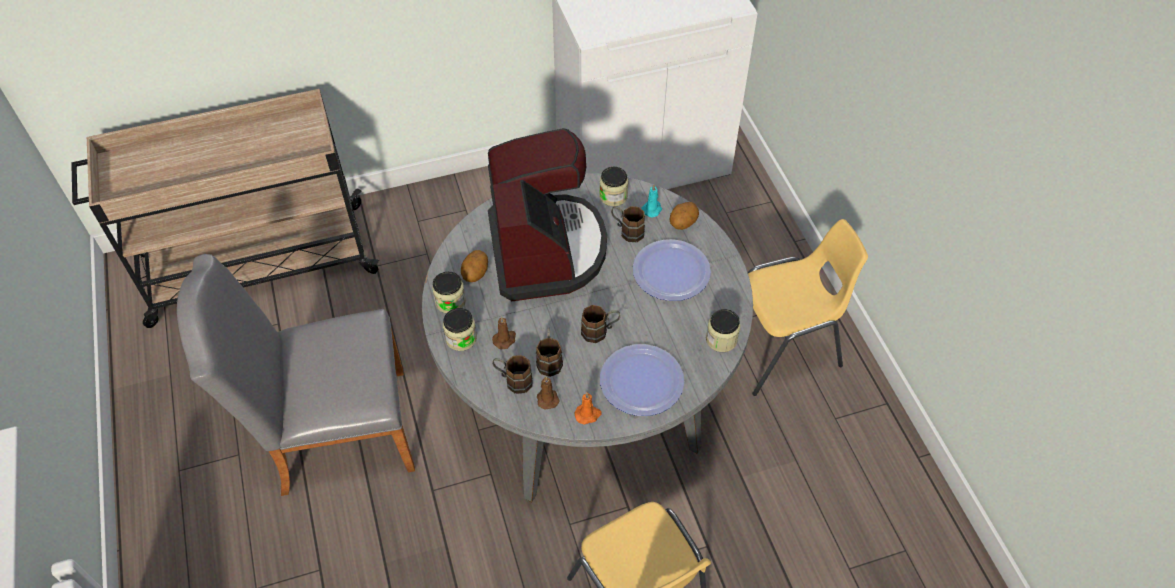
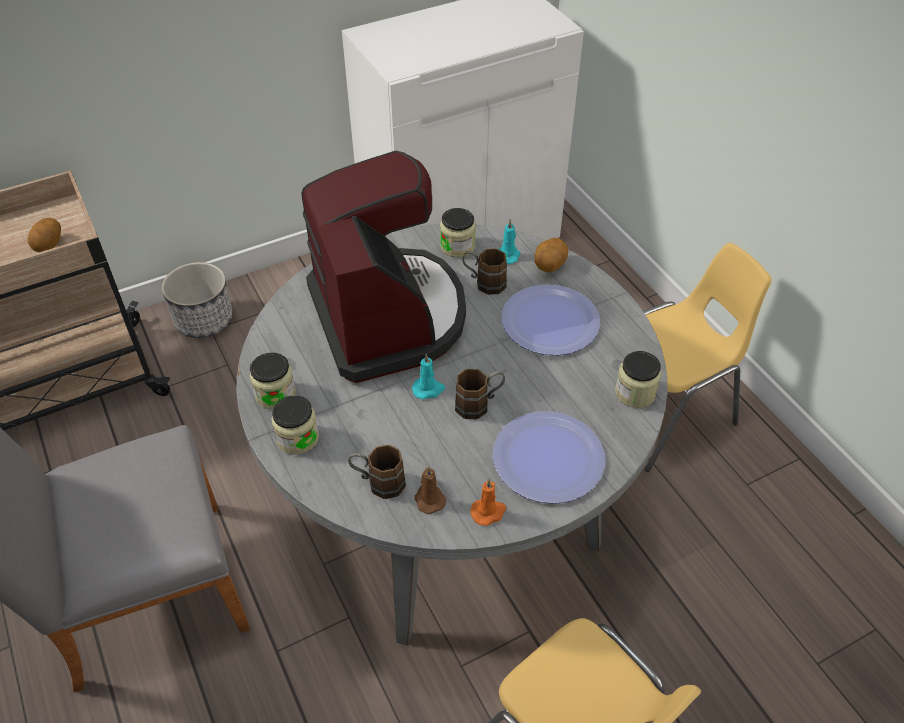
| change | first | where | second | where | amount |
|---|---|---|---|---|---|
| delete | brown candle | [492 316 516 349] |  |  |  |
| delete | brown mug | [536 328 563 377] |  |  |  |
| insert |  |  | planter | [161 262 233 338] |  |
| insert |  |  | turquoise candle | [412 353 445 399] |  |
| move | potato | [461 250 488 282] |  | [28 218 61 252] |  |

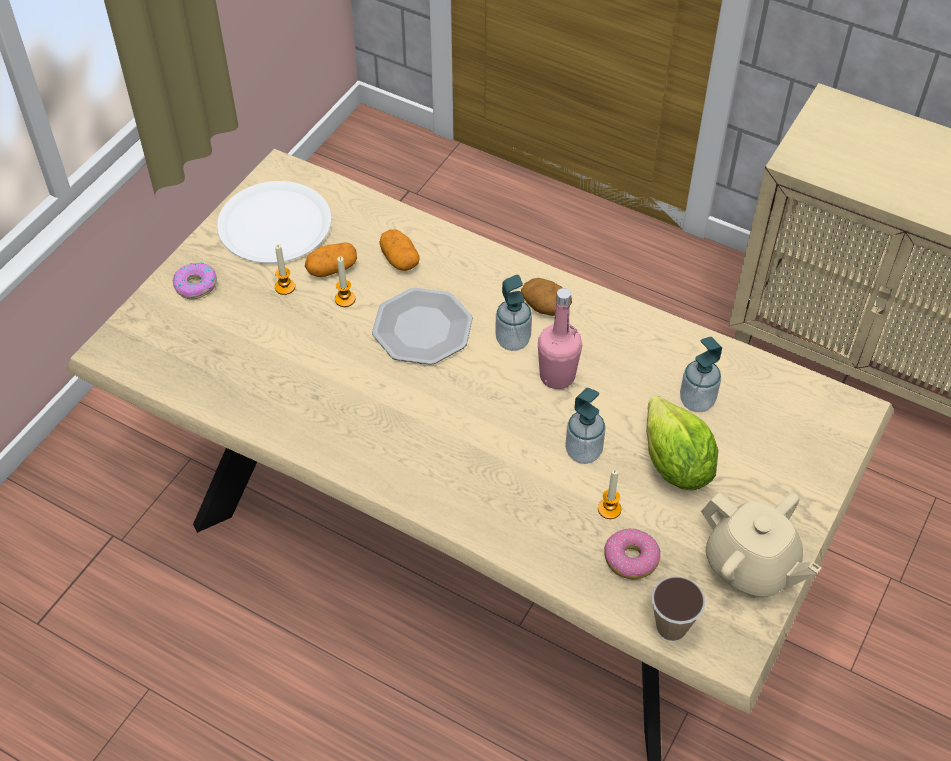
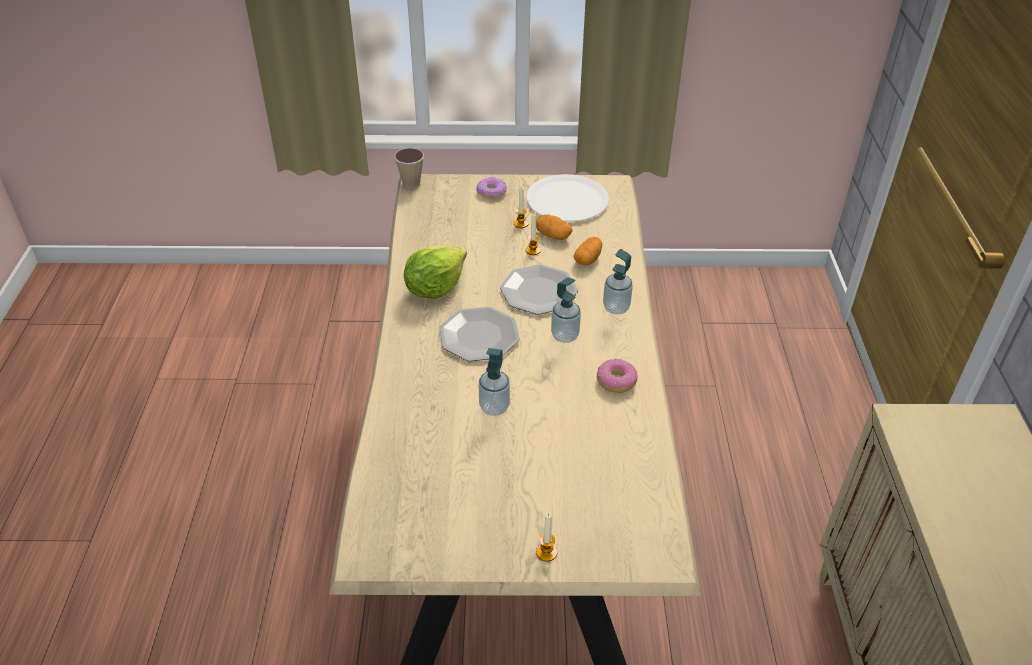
| change | first | where | second | where | amount |
|---|---|---|---|---|---|
| delete | potato | [521 278 572 316] |  |  |  |
| delete | pink bottle | [538 288 582 389] |  |  |  |
| delete | beige teapot | [701 493 821 598] |  |  |  |
| insert |  |  | plate | [439 307 520 361] |  |
| move | candle | [598 470 621 519] |  | [536 513 557 562] |  |
| move | donut | [604 528 660 580] |  | [597 359 638 393] |  |
| move | lettuce | [646 396 718 491] |  | [404 246 467 299] |  |
| move | cup | [651 576 706 641] |  | [394 148 424 188] |  |
| move | soap dispenser | [680 337 722 412] |  | [603 249 633 314] |  |

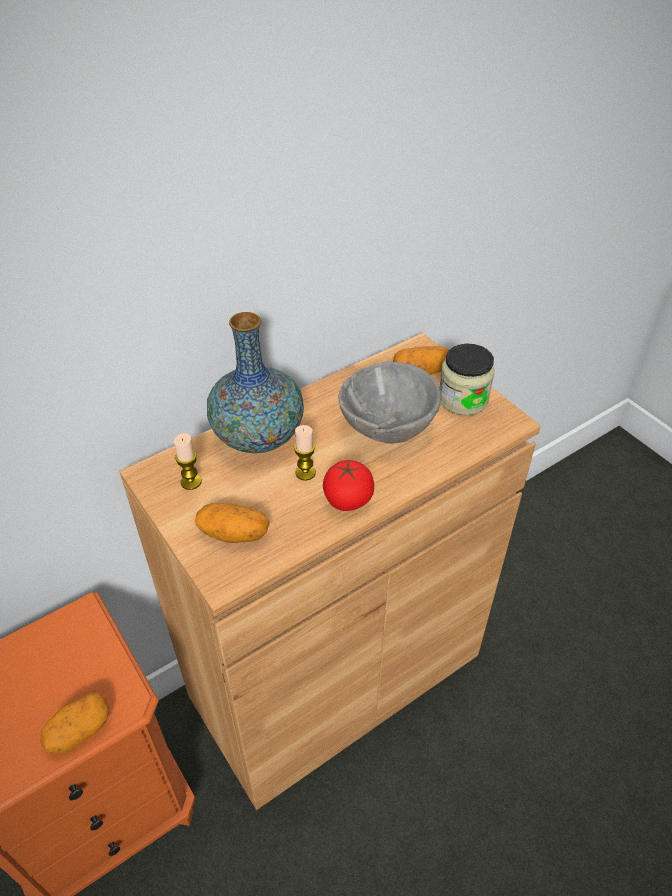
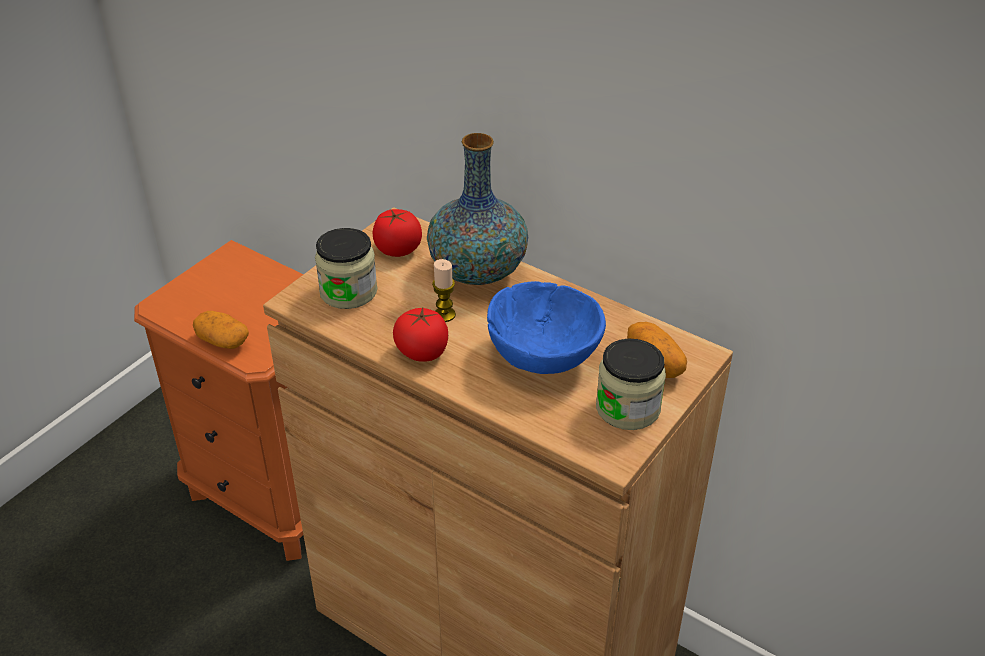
| change | first | where | second | where | amount |
|---|---|---|---|---|---|
| replace | candle | [174 433 201 490] | tomato | [372 209 422 257] |  |
| replace | potato | [195 503 270 543] | jar | [315 228 377 309] |  |
| recolor | grey bowl | [338 361 441 444] | blue bowl | [487 281 606 374] |  |

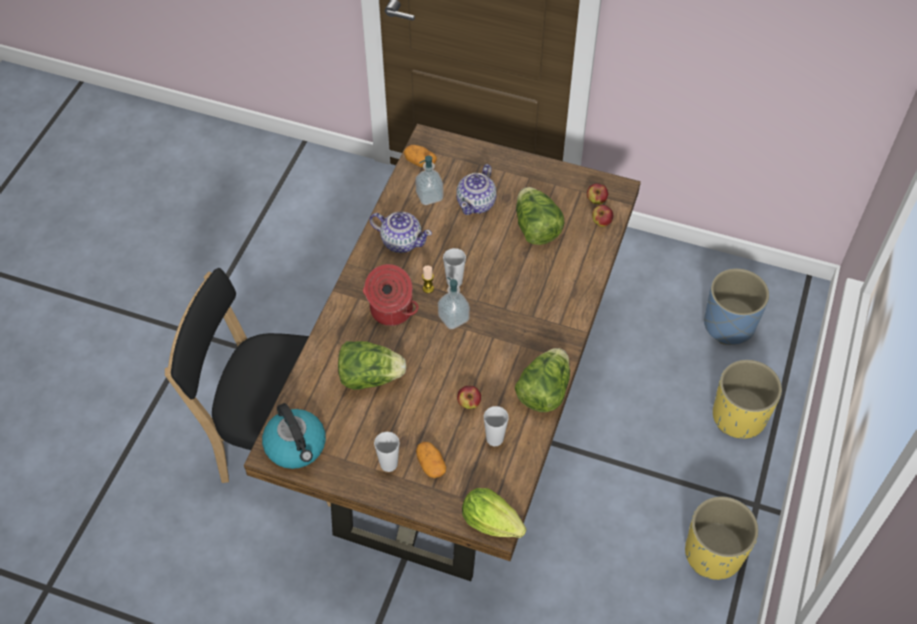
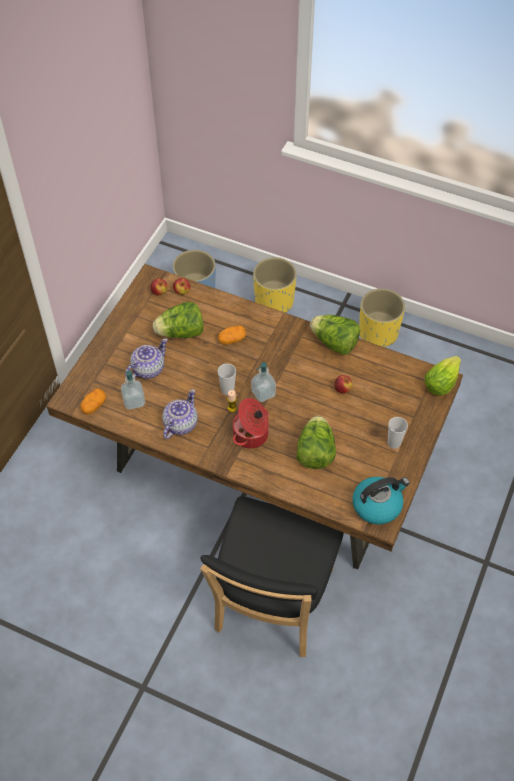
| change | first | where | second | where | amount |
|---|---|---|---|---|---|
| delete | cup | [484 406 509 446] |  |  |  |
| move | potato | [416 442 446 478] |  | [218 325 246 345] |  |
| rotate | teapot | [456 164 496 215] |  | [125 338 168 379] | 75 degrees counterclockwise |

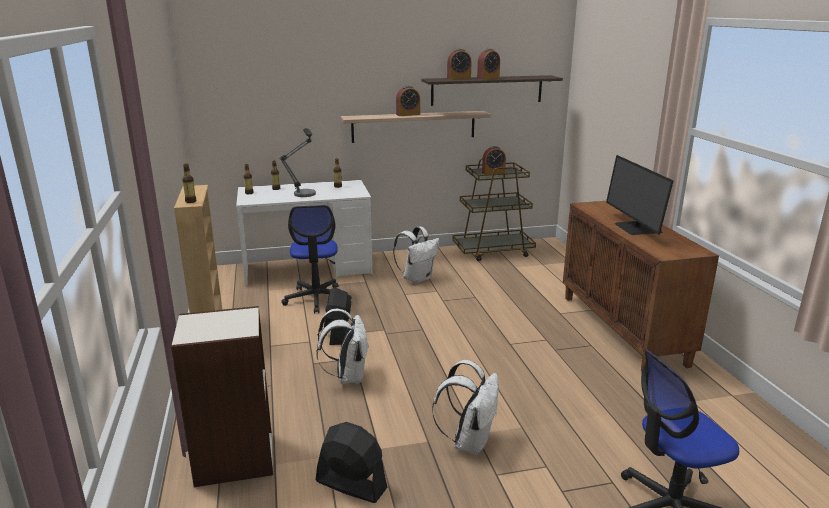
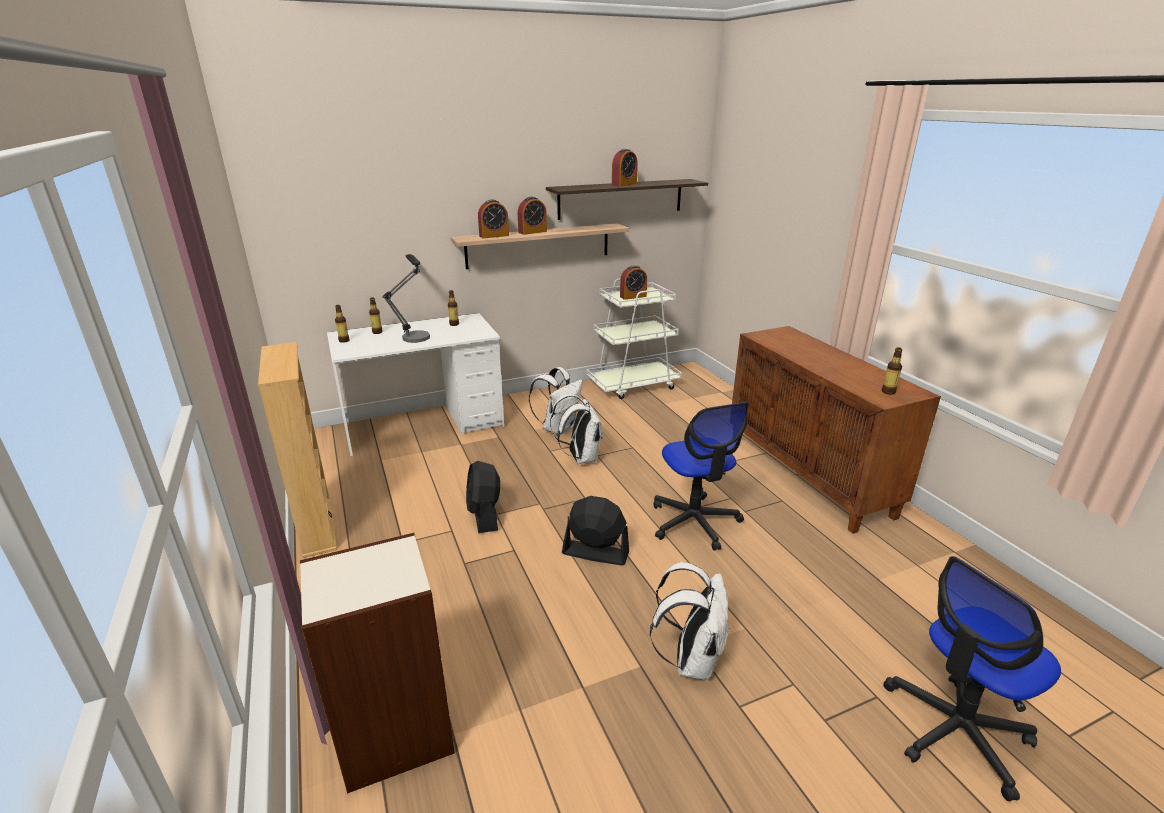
| change | first | where | second | where | amount |
|---|---|---|---|---|---|
| delete | monitor | [606 155 674 235] |  |  |  |
| move | bottle | [182 164 196 203] |  | [882 347 903 395] |  |
| move | office chair | [281 205 352 314] |  | [653 402 749 551] |  |
| move | white backpack | [316 309 369 384] |  | [550 394 603 464] |  |
| move | black fan | [316 422 387 503] |  | [562 496 629 565] |  |
| move | alarm clock | [447 49 472 79] |  | [478 199 509 238] |  |
| recolor | brown cart | [452 158 536 261] | white cart | [586 278 682 399] |  |

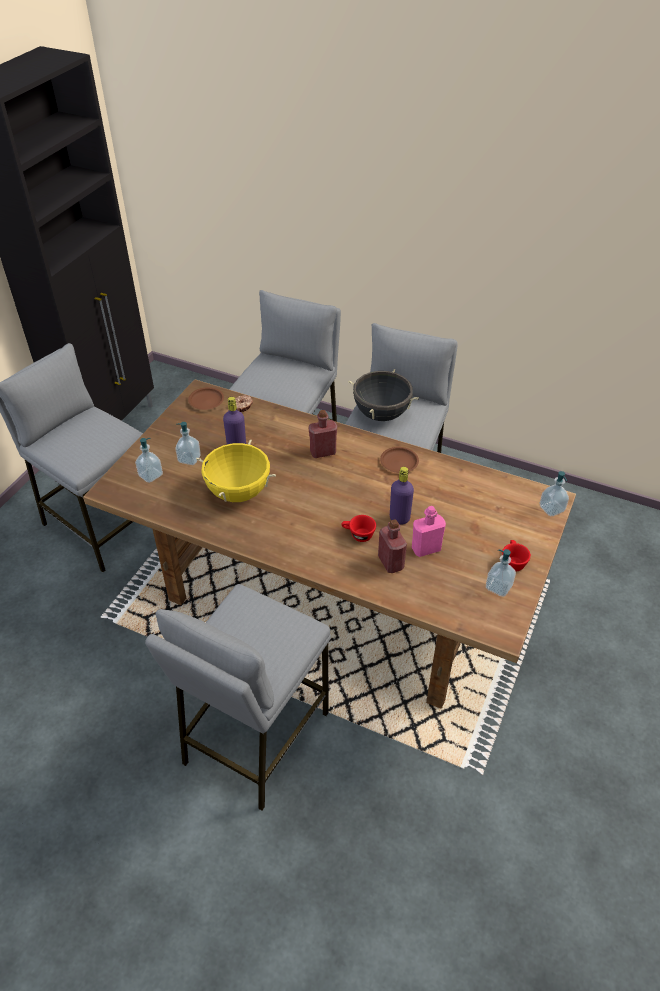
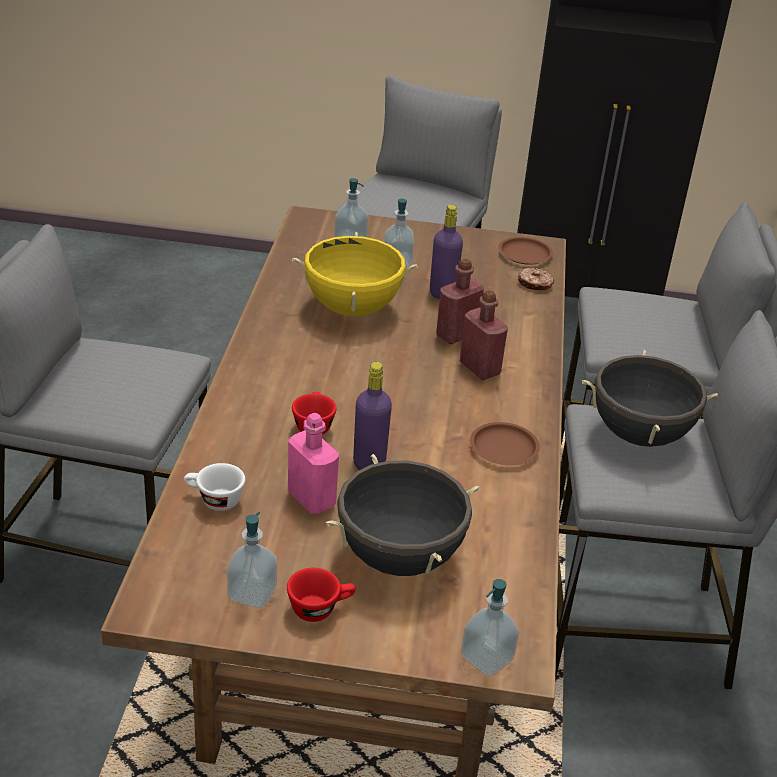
| change | first | where | second | where | amount |
|---|---|---|---|---|---|
| insert |  |  | white cup | [184 463 245 511] |  |
| insert |  |  | black cooking pot | [326 454 480 576] |  |
| move | red bottle | [378 519 407 573] |  | [436 259 484 344] |  |

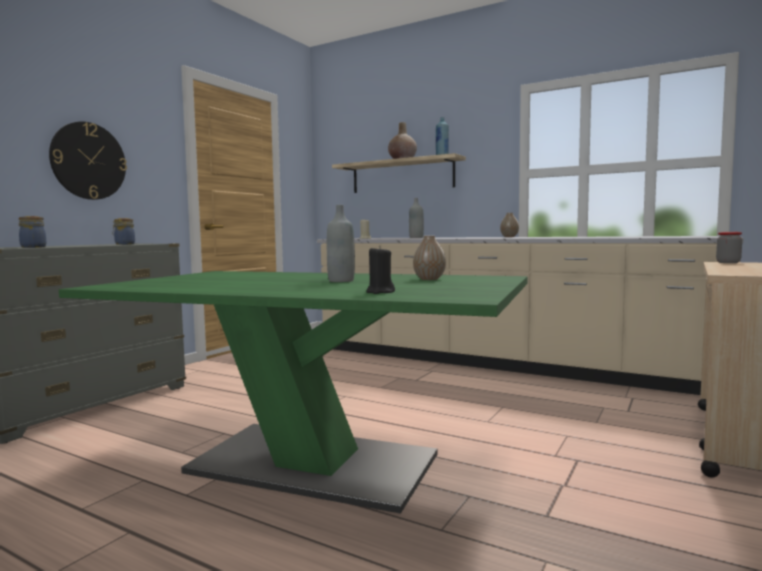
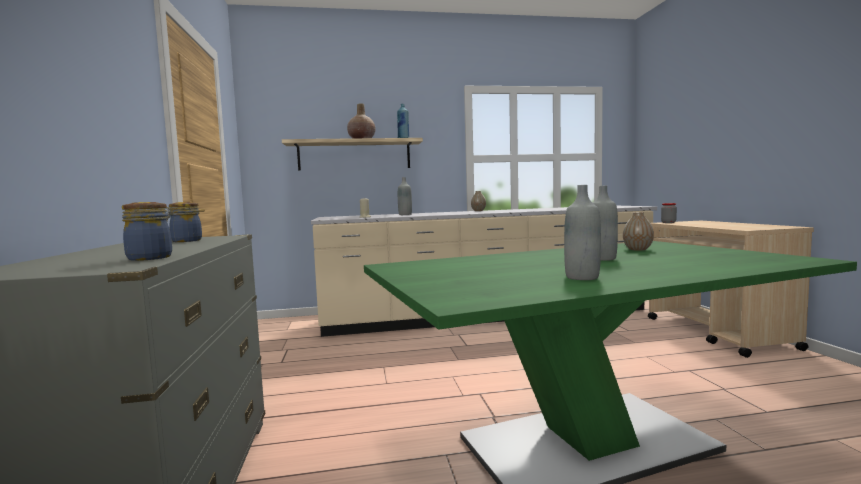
| change | first | where | second | where | amount |
|---|---|---|---|---|---|
| delete | wall clock | [49 121 127 200] |  |  |  |
| delete | black candle | [366 246 395 294] |  |  |  |
| insert |  |  | grey bottle | [564 185 601 280] |  |

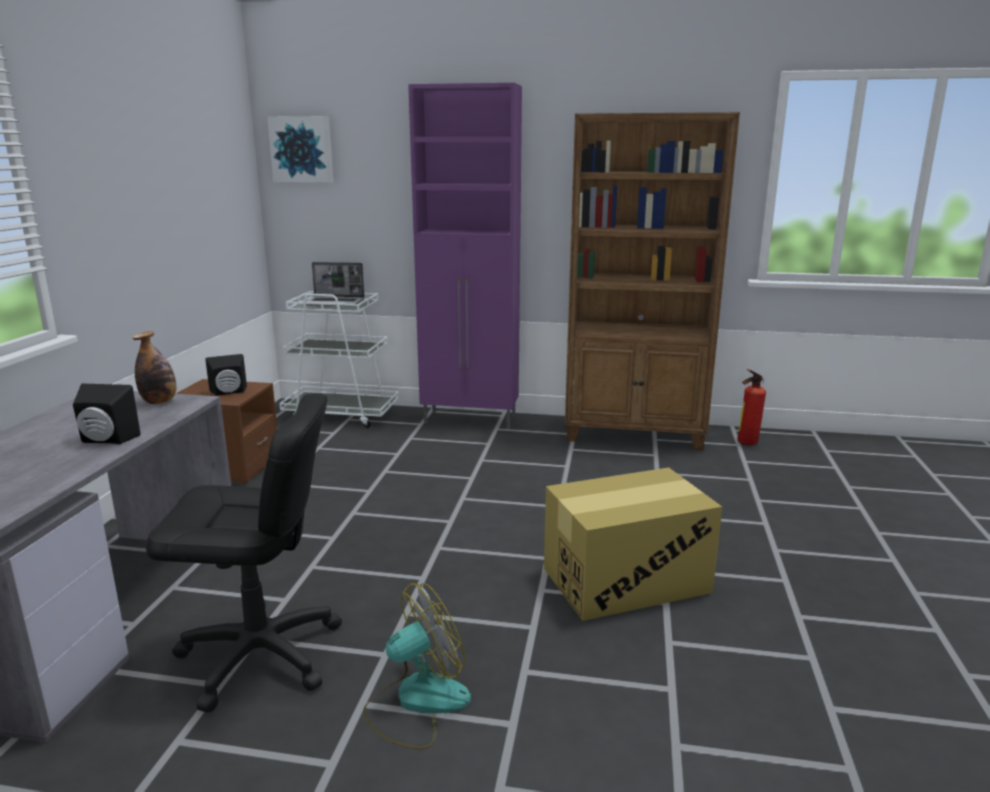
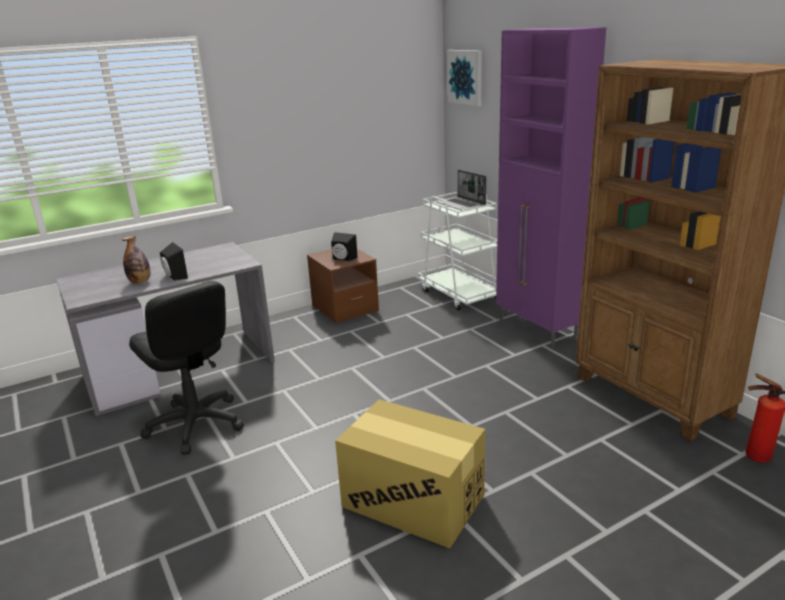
| change | first | where | second | where | amount |
|---|---|---|---|---|---|
| delete | fan | [363 583 471 749] |  |  |  |
| move | bottle | [132 331 176 404] |  | [122 236 150 284] |  |

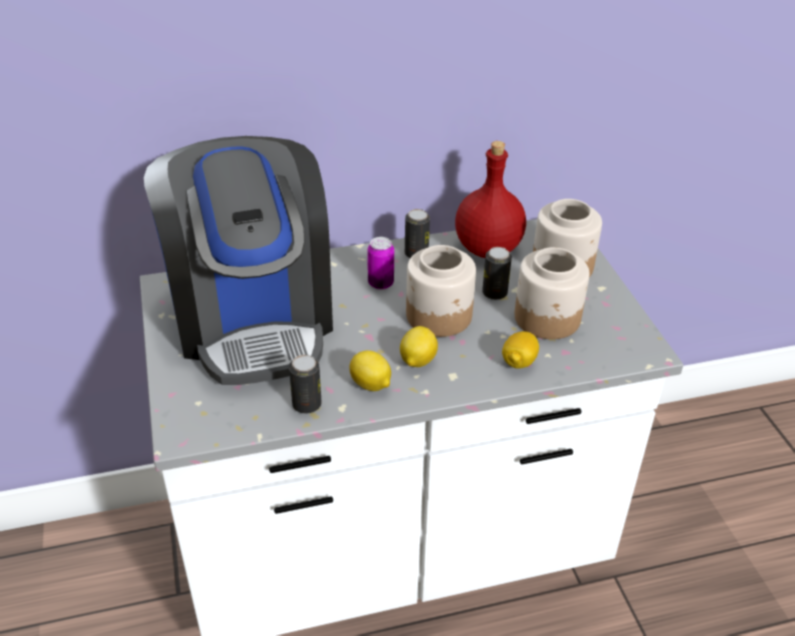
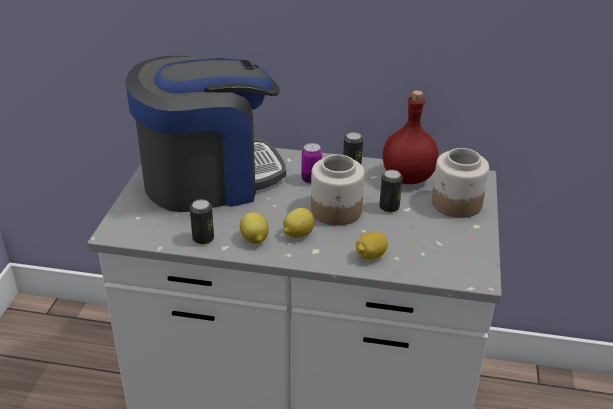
| change | first | where | second | where | amount |
|---|---|---|---|---|---|
| delete | jar | [515 247 590 339] |  |  |  |
| rotate | coffee machine | [144 136 333 385] |  | [125 56 286 212] | 120 degrees counterclockwise |

